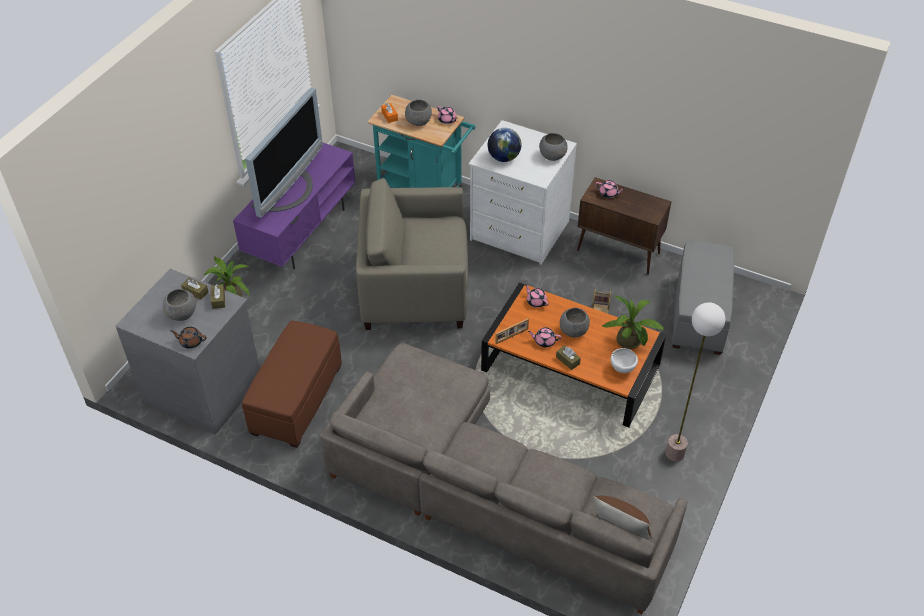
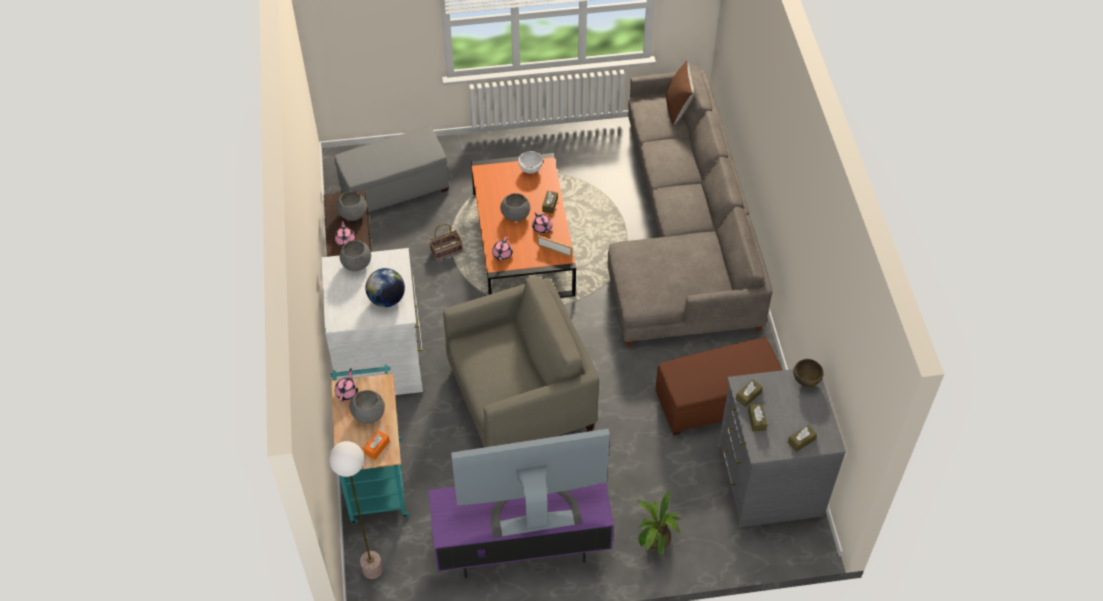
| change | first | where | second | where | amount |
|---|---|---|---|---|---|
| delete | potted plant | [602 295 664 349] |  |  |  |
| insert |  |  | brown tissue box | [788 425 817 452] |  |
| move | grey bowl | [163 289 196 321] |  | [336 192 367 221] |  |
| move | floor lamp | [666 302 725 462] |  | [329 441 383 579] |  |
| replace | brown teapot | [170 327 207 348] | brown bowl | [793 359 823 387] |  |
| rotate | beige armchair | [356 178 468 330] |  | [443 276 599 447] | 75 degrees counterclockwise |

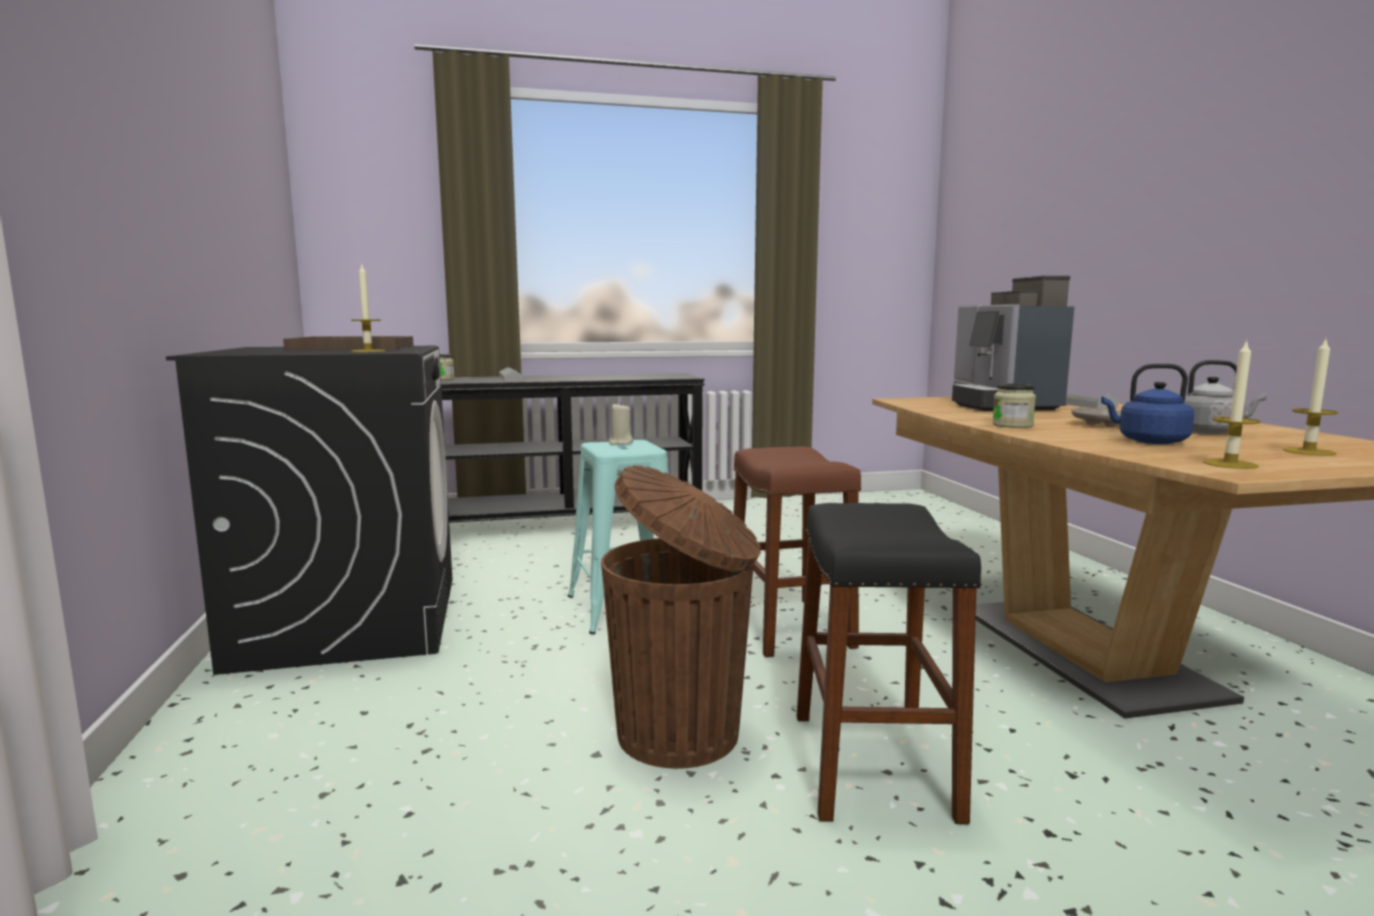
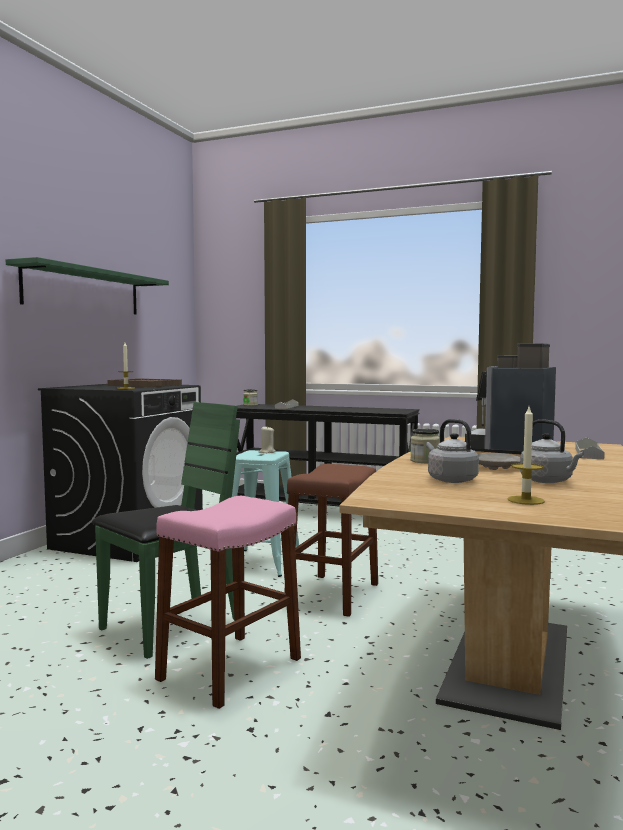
| change | first | where | second | where | amount |
|---|---|---|---|---|---|
| delete | candle | [1203 339 1260 469] |  |  |  |
| insert |  |  | green shelf | [6 257 169 315] |  |
| replace | brown trash can | [601 465 761 769] | green chair | [92 402 240 659] |  |
| recolor | black stool | [797 503 981 824] | pink stool | [155 496 301 709] |  |
| recolor | blue kettle | [1101 363 1194 444] | grey kettle | [426 419 479 483] |  |

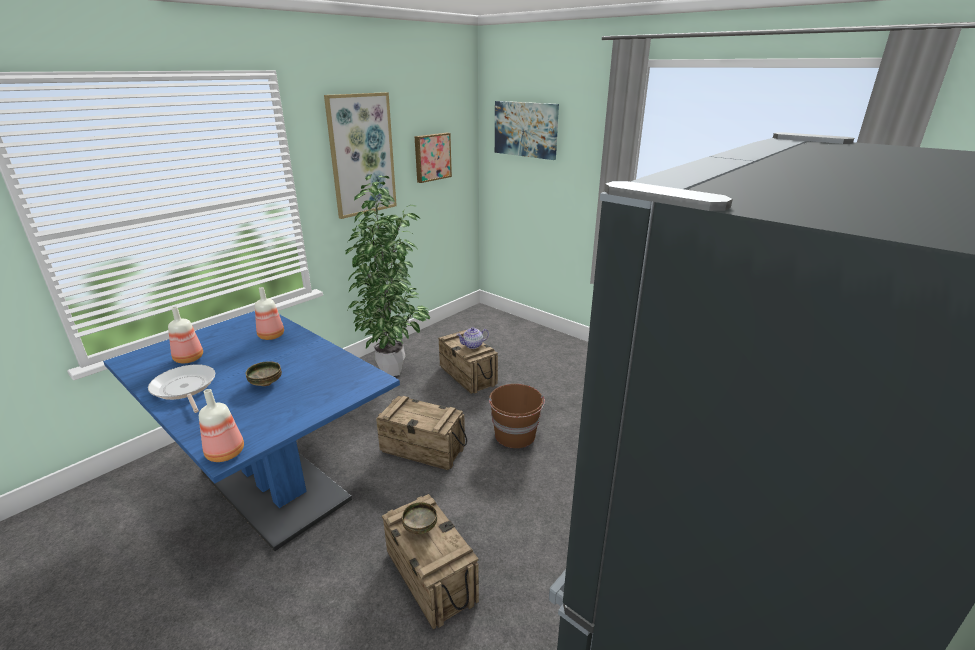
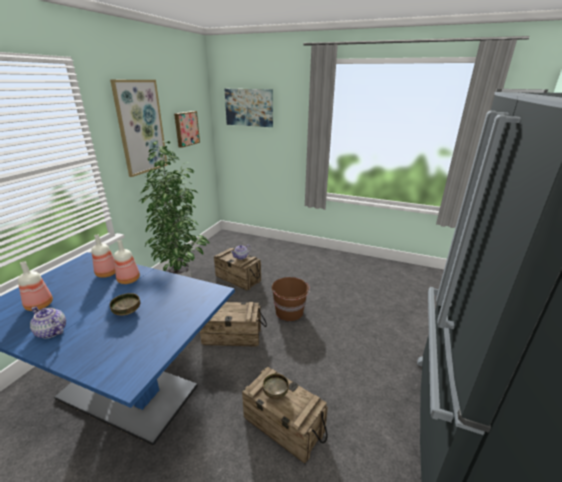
| change | first | where | second | where | amount |
|---|---|---|---|---|---|
| move | bottle | [199 389 244 462] |  | [114 240 140 284] |  |
| replace | frying pan | [148 364 215 413] | teapot | [30 307 66 339] |  |

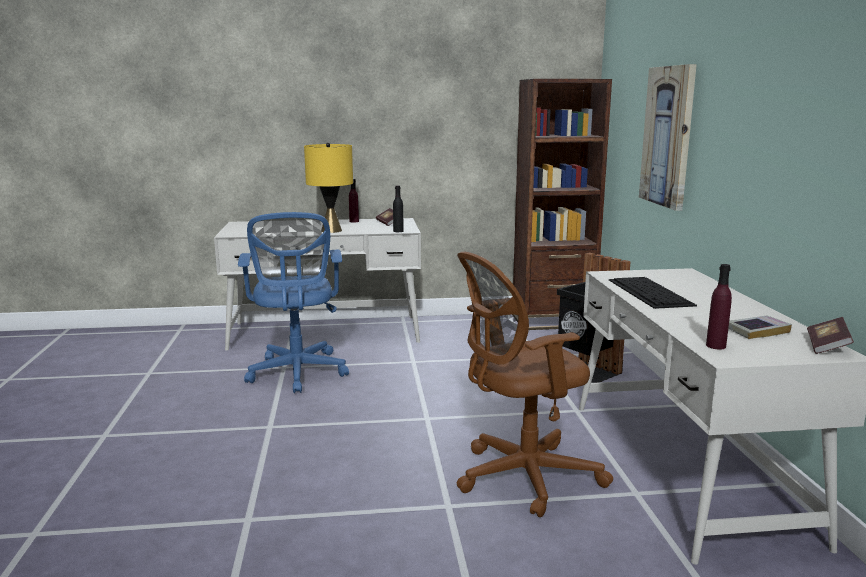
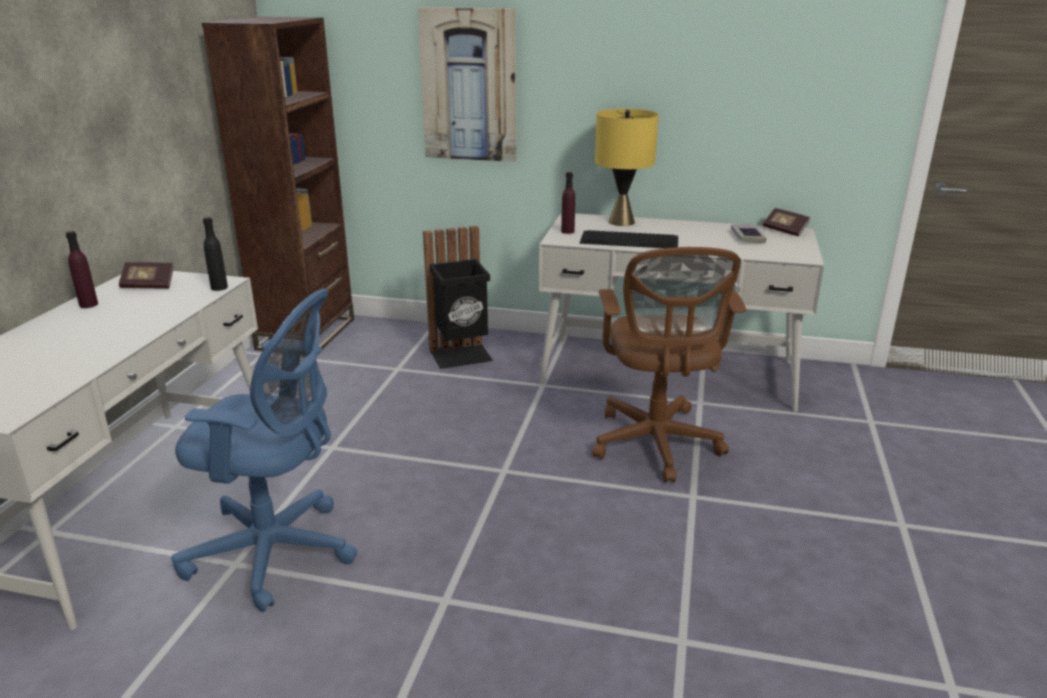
| change | first | where | second | where | amount |
|---|---|---|---|---|---|
| move | yellow table lamp | [304 143 353 233] |  | [595 109 659 226] |  |
| move | purple bottle | [706 264 732 349] |  | [561 172 575 234] |  |

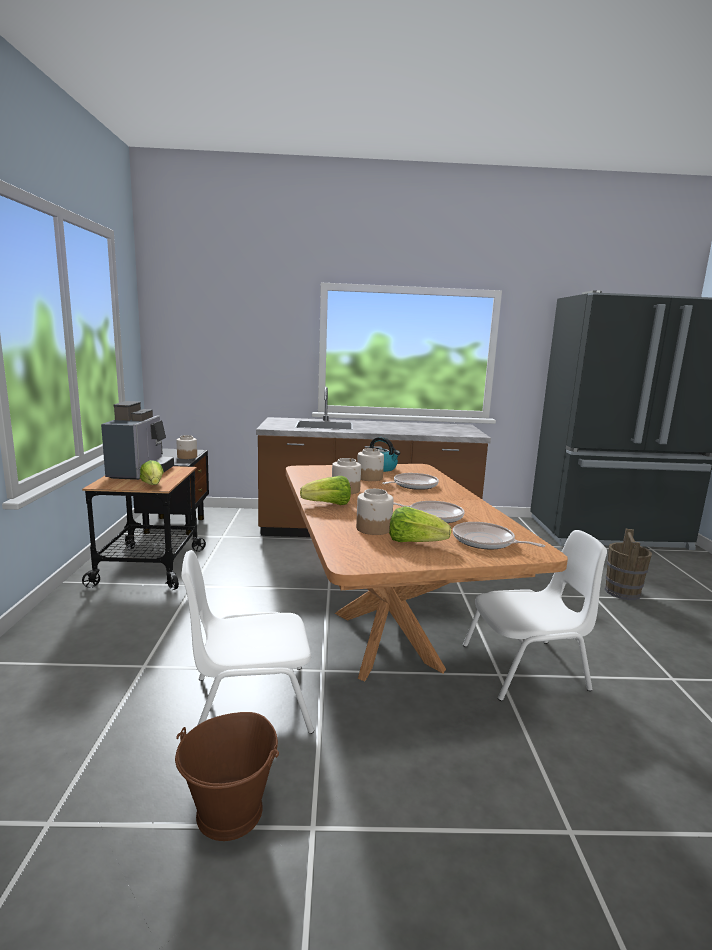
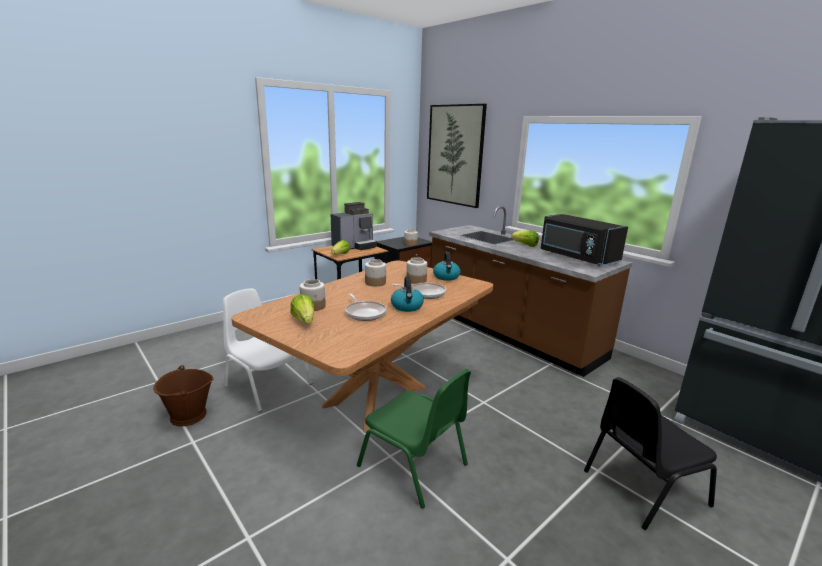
| change | first | where | second | where | amount |
|---|---|---|---|---|---|
| delete | frying pan | [453 522 545 550] |  |  |  |
| insert |  |  | kettle | [391 276 424 312] |  |
| insert |  |  | picture | [427 104 487 208] |  |
| insert |  |  | black microwave | [541 214 628 266] |  |
| move | lettuce | [300 476 351 505] |  | [511 230 539 247] |  |
| replace | brown bucket | [605 529 652 600] | black chair | [584 377 717 530] |  |
| recolor | white chair | [463 530 607 701] | green chair | [357 369 471 508] |  |

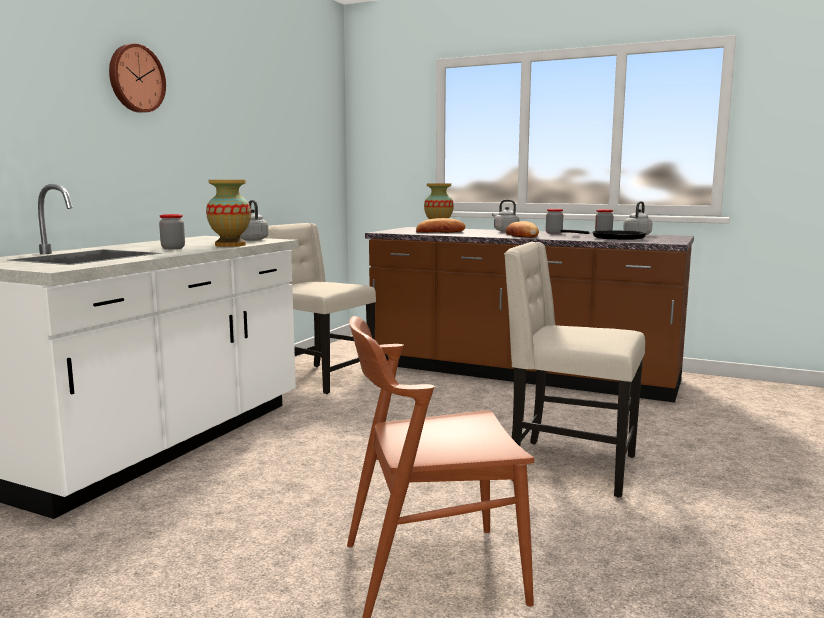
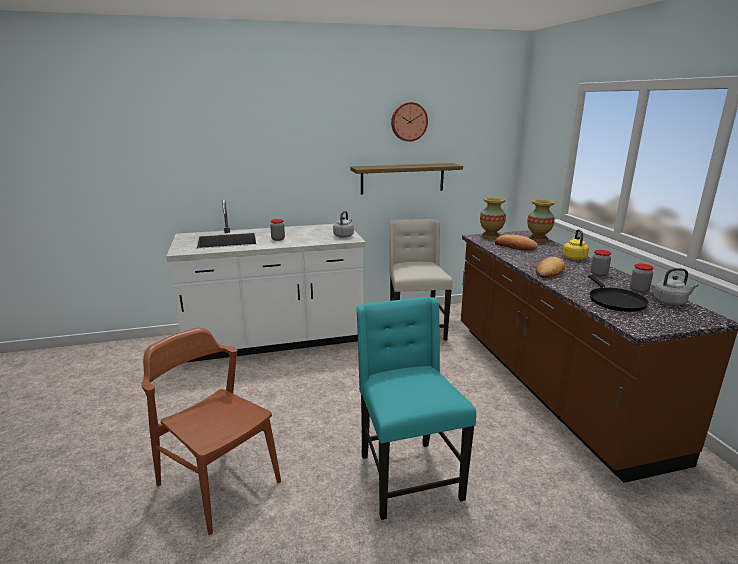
| change | first | where | second | where | amount |
|---|---|---|---|---|---|
| insert |  |  | shelf | [350 163 463 194] |  |
| move | wall clock | [109 44 166 113] |  | [391 102 428 142] |  |
| move | vase | [206 180 251 247] |  | [480 197 506 239] |  |
| recolor | grey kettle | [492 200 519 232] | yellow kettle | [563 229 589 260] |  |
| recolor | beige chair | [504 242 645 498] | turquoise chair | [356 297 476 520] |  |

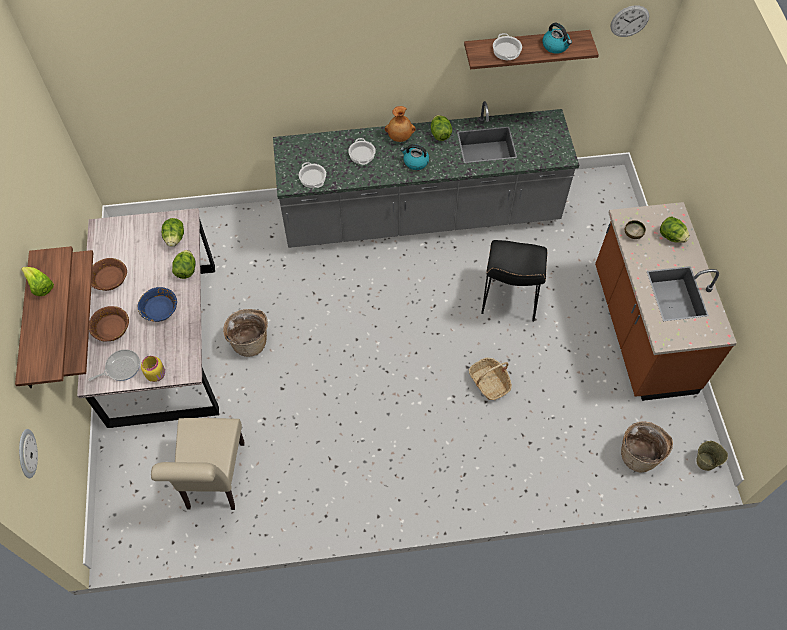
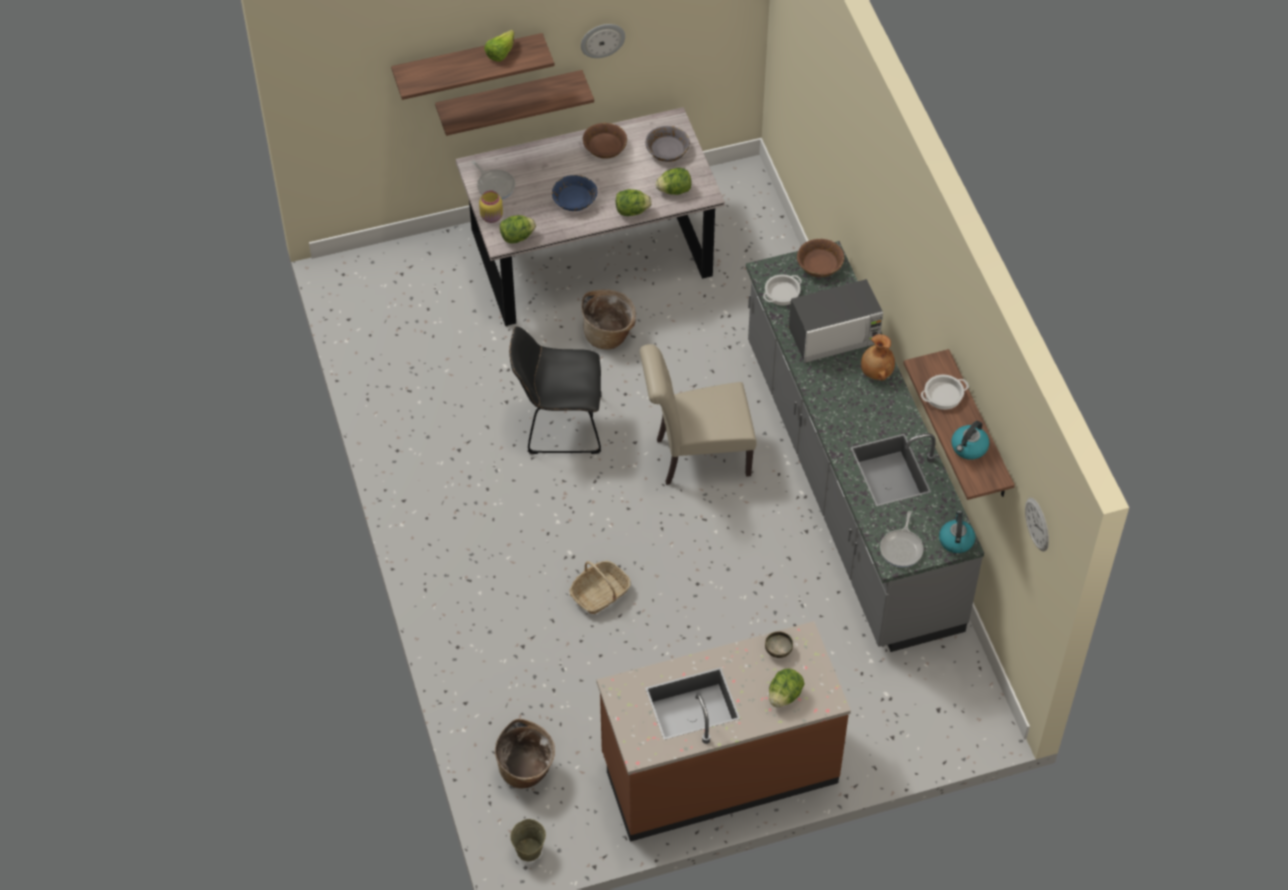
| change | first | where | second | where | amount |
|---|---|---|---|---|---|
| insert |  |  | grey bowl | [645 126 690 162] |  |
| insert |  |  | frying pan | [880 511 923 567] |  |
| move | wall clock | [19 429 38 478] |  | [581 24 625 58] |  |
| move | brown bowl | [89 306 129 342] |  | [797 239 844 277] |  |
| move | beige chair | [151 418 245 510] |  | [640 344 757 485] |  |
| move | kettle | [400 144 429 170] |  | [939 510 975 553] |  |
| move | lettuce | [431 115 452 141] |  | [500 215 536 244] |  |
| move | black chair | [481 240 547 321] |  | [509 326 601 454] |  |
| replace | cooking pot | [348 138 376 165] | microwave | [789 279 883 363] |  |

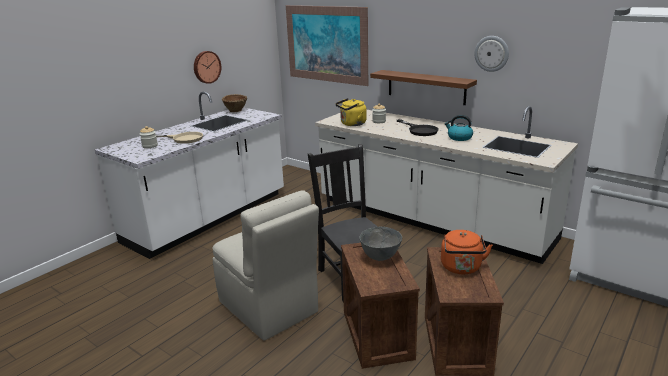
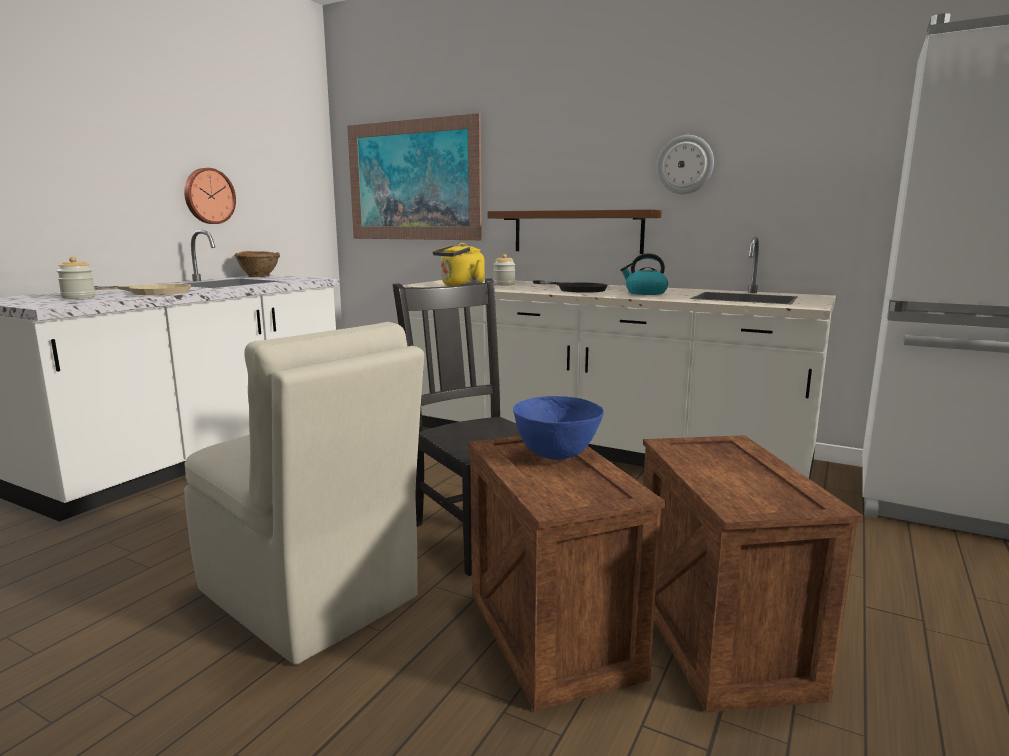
| change | first | where | second | where | amount |
|---|---|---|---|---|---|
| delete | orange kettle | [441 230 493 274] |  |  |  |
| recolor | grey bowl | [360 227 402 261] | blue bowl | [513 396 604 460] |  |

